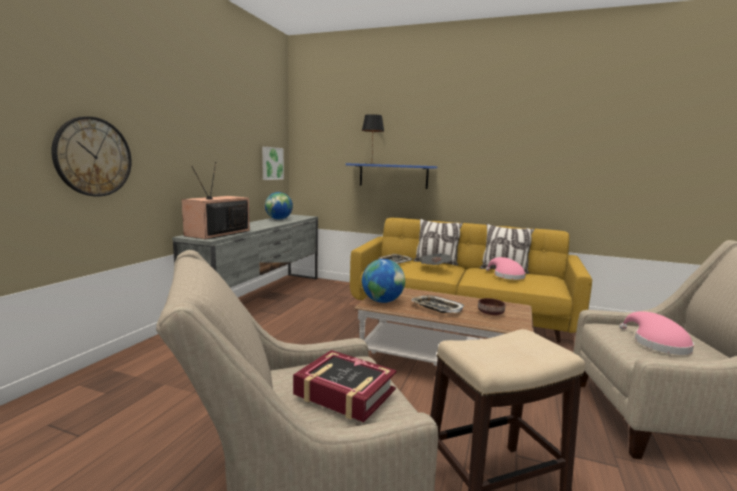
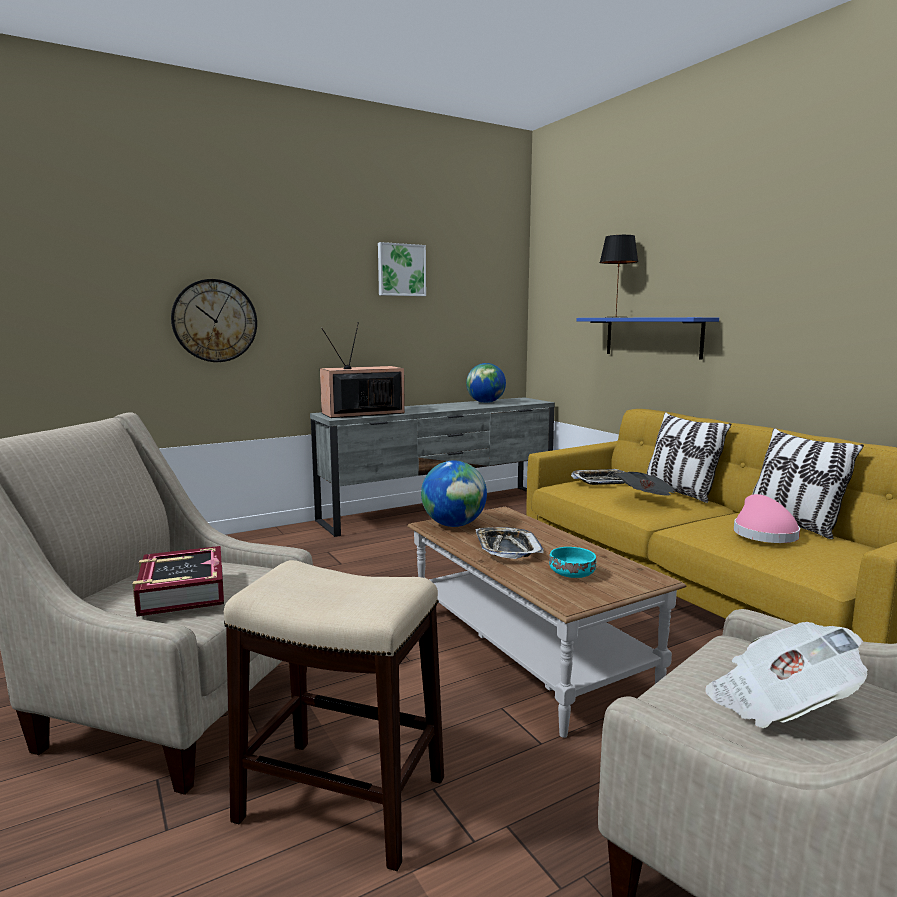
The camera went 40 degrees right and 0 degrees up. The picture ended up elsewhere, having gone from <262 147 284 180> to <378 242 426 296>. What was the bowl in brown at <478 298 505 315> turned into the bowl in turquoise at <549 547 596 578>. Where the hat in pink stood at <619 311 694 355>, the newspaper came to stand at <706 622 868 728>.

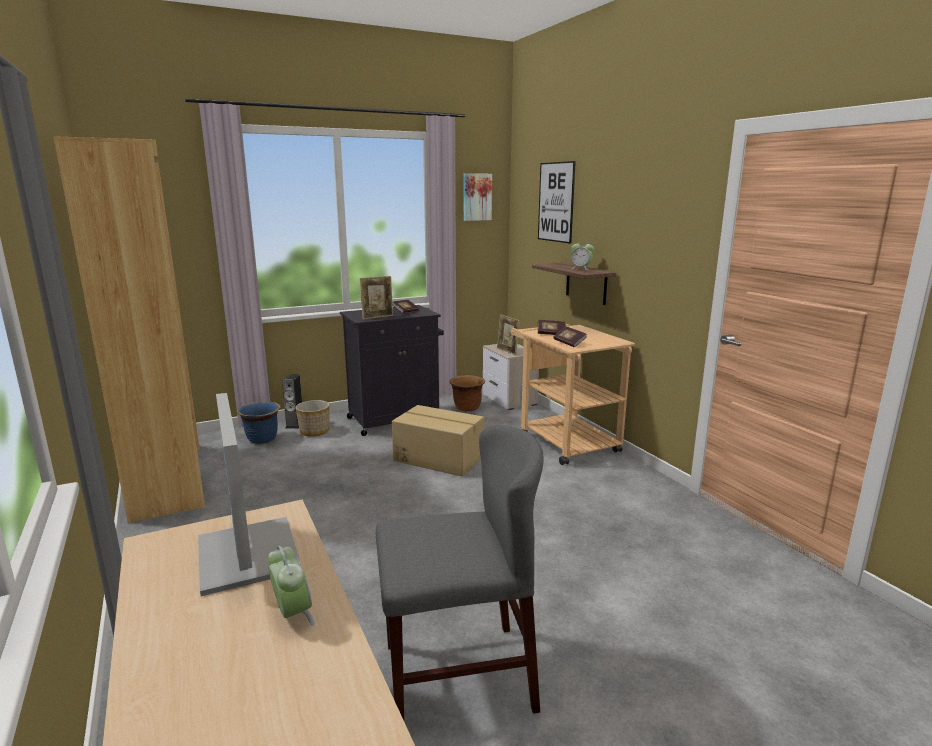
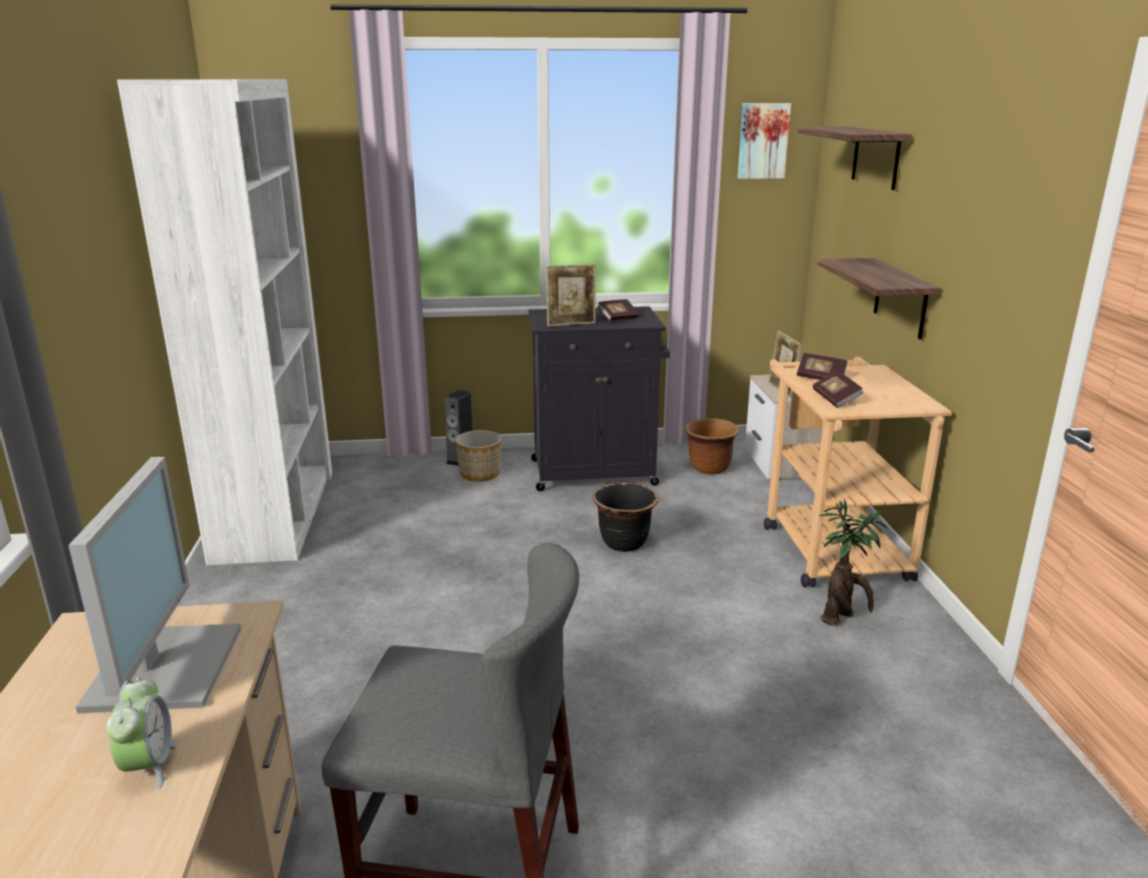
The camera went 20 degrees right and 5 degrees up. What was the bookcase in brown at <53 136 205 523> turned into the bookcase in white at <117 79 332 565>. The second view lost the planter in blue at <237 402 281 444>. Where the cardboard box stood at <392 405 485 476>, the planter in black came to stand at <593 483 659 552>. Where the picture hung at <538 161 576 244>, the shelf came to hang at <798 127 912 190>. The second view lost the alarm clock at <571 242 594 270>. The second view gained the potted plant at <819 498 887 626>.

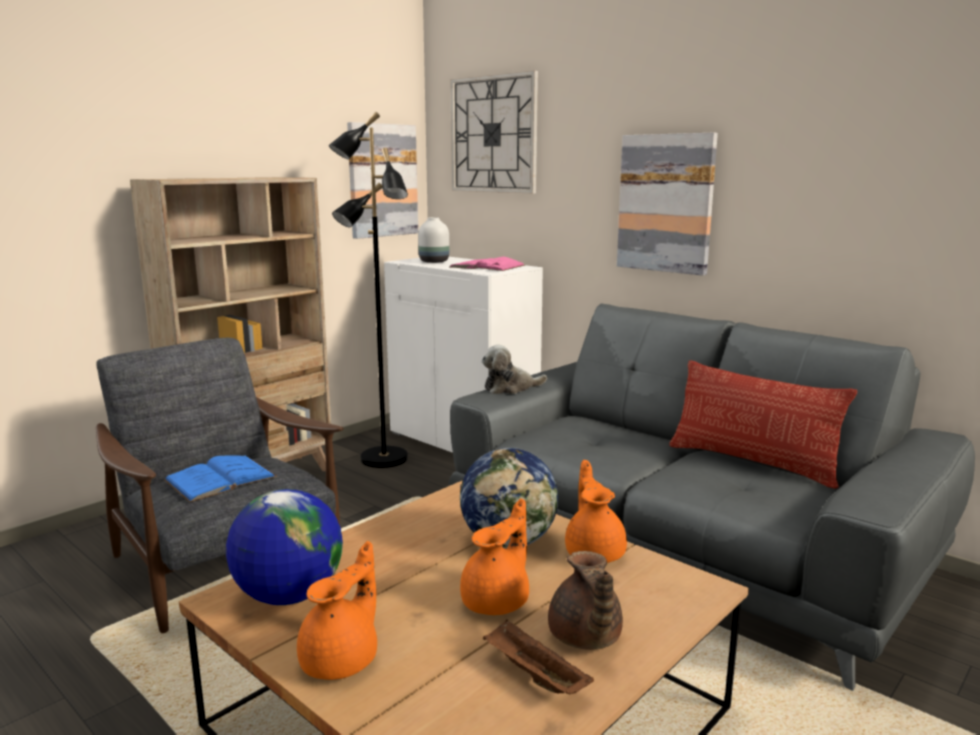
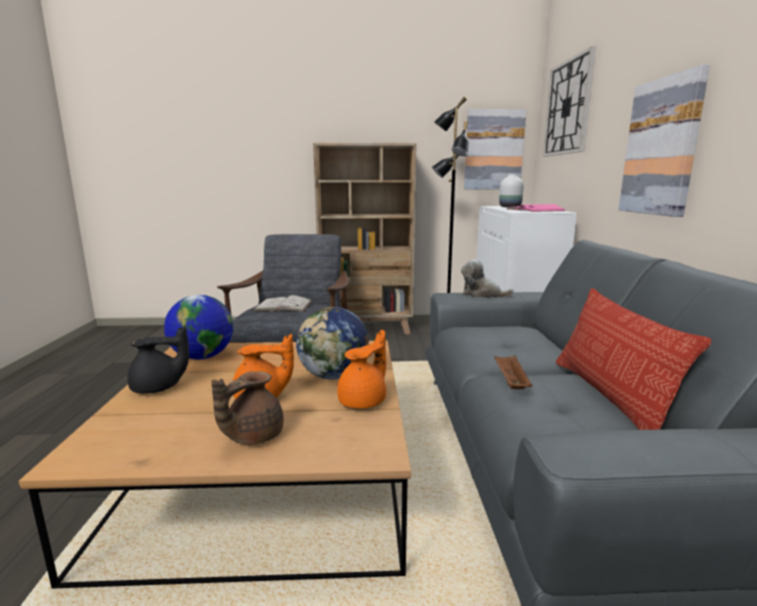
The camera went 45 degrees right and 0 degrees up. What was the book in blue at <164 455 277 502> turned into the book in white at <253 295 311 311>. What was the teapot in orange at <297 541 377 680> turned into the teapot in black at <127 326 189 393>. The tray in brown ended up elsewhere, having gone from <483 619 594 694> to <494 356 532 389>.

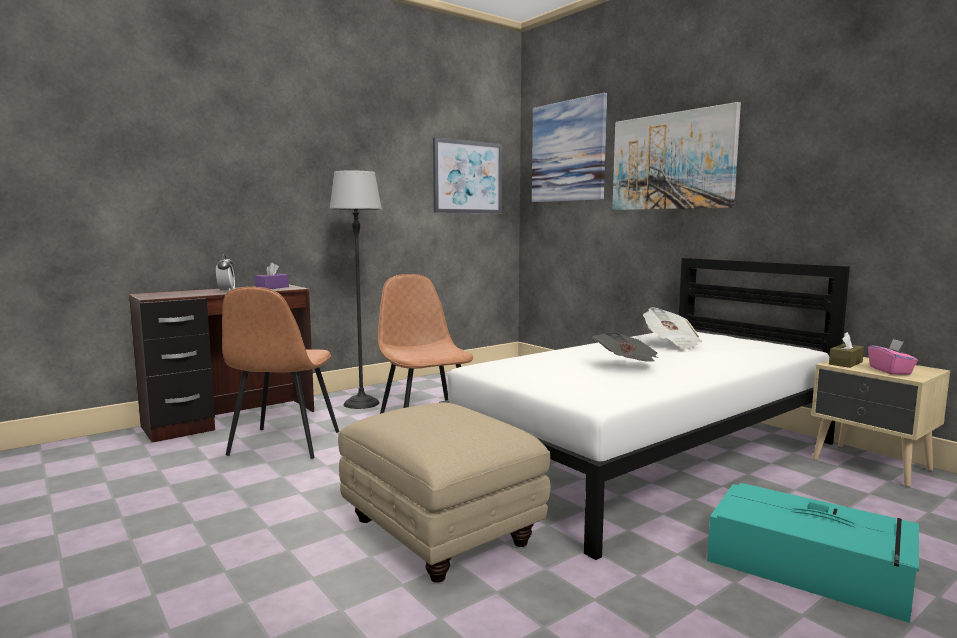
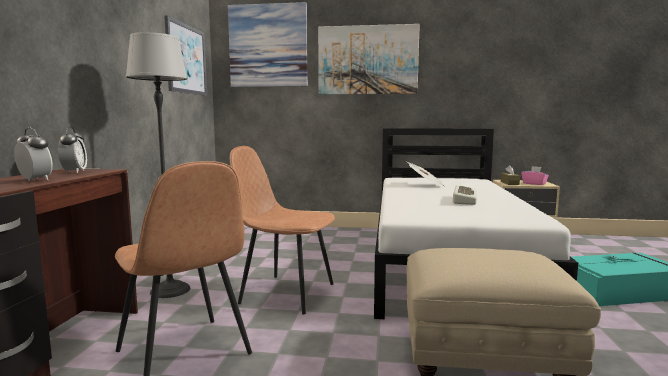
The camera went 45 degrees left and 0 degrees up. Where the tissue box in purple stood at <254 263 289 289>, the alarm clock came to stand at <58 126 87 173>. Where the newspaper stood at <592 333 658 362>, the keyboard came to stand at <453 185 477 205>.

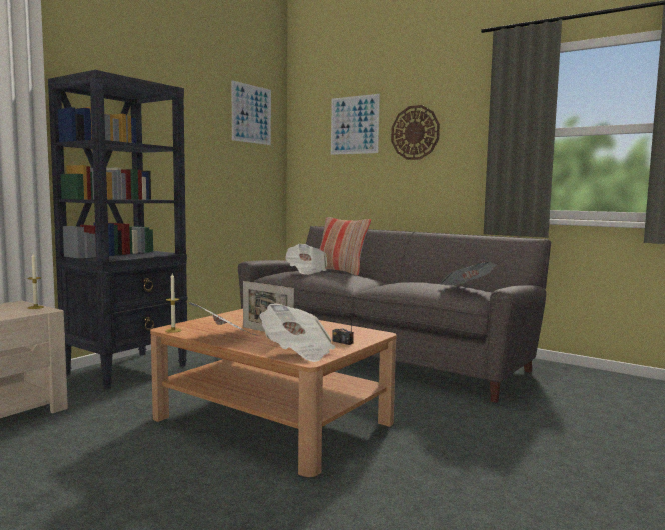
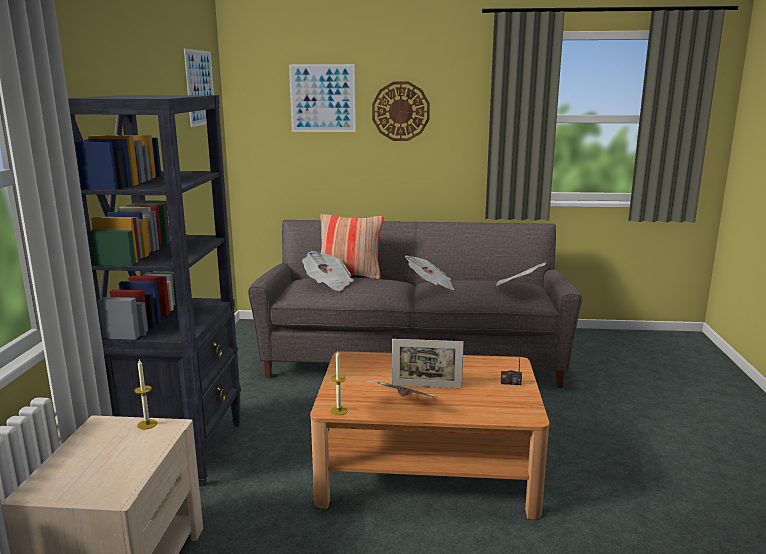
The camera went 30 degrees left and 10 degrees up. The newspaper ended up elsewhere, having gone from <259 303 335 362> to <405 256 454 290>.

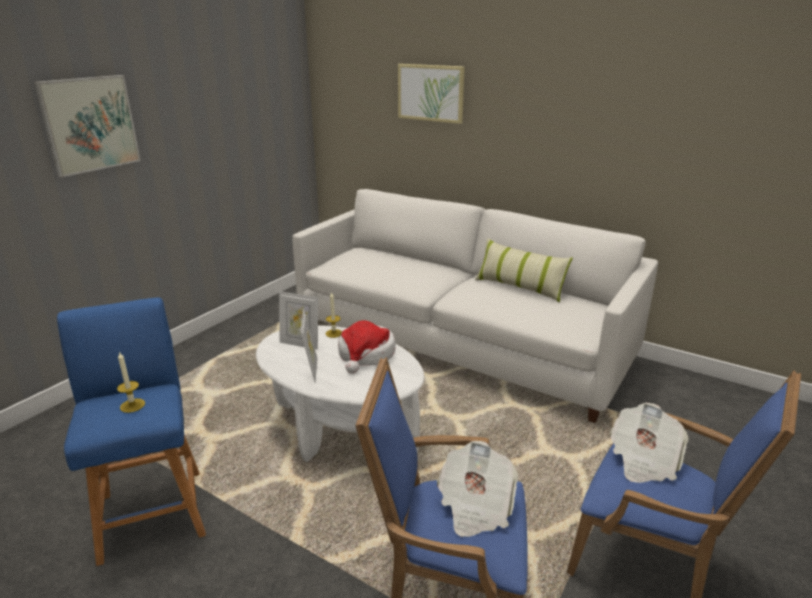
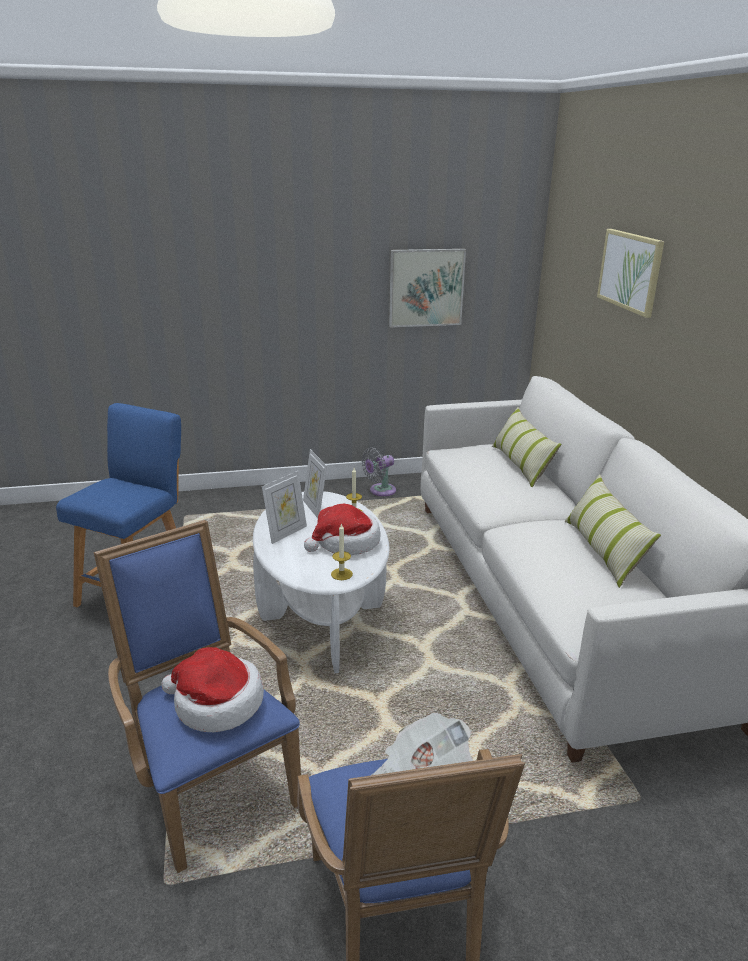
The camera went 45 degrees right and 0 degrees up. The picture ended up elsewhere, having gone from <34 75 141 177> to <389 249 466 327>. The candle ended up elsewhere, having gone from <117 351 145 413> to <331 523 353 580>. Where the newspaper stood at <437 441 518 537>, the hat came to stand at <161 647 264 732>. The second view gained the fan in grey at <362 447 396 496>. The second view gained the pillow at <492 407 562 487>.

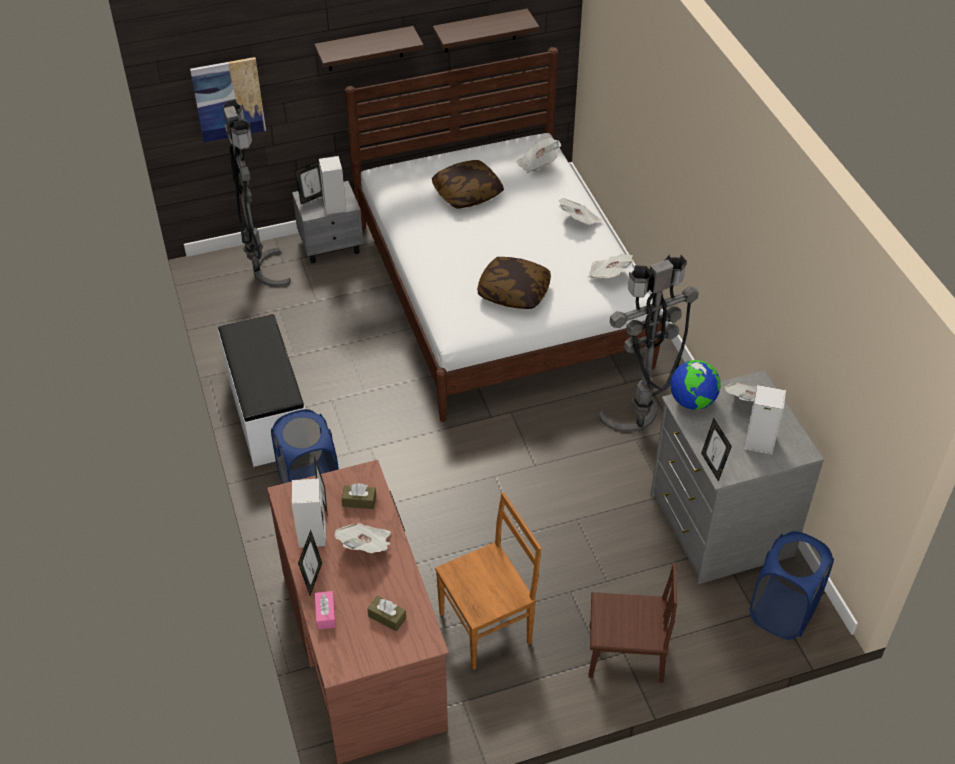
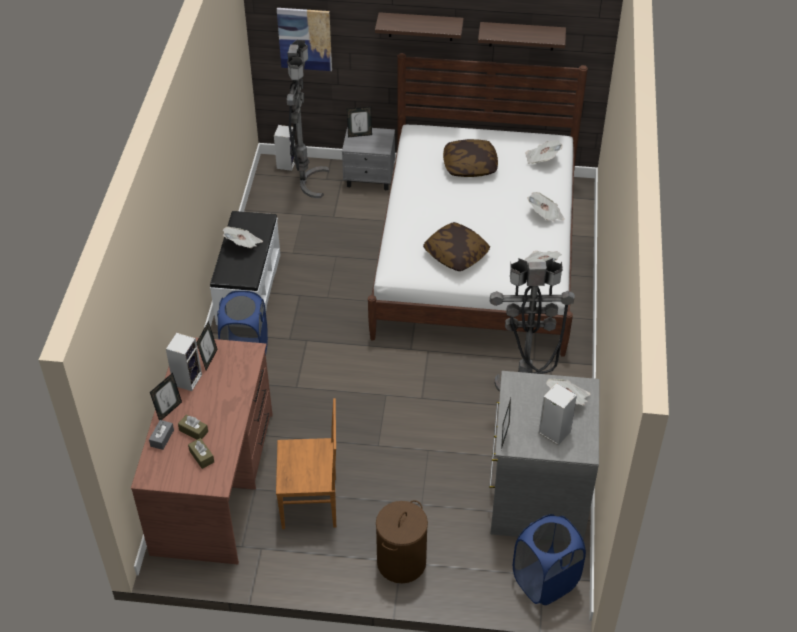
The camera went 25 degrees right and 0 degrees up. What was the tissue box in pink at <315 591 336 630> turned into the tissue box in grey at <149 420 174 450>. The speaker ended up elsewhere, having gone from <319 156 346 214> to <274 125 295 171>. The newspaper ended up elsewhere, having gone from <335 523 391 553> to <223 227 263 248>. The tissue box in brown ended up elsewhere, having gone from <342 483 376 509> to <178 414 208 439>. Where the chair in brown stood at <588 563 677 683>, the laundry basket in brown came to stand at <376 500 428 583>. The second view lost the globe at <670 360 721 410>.

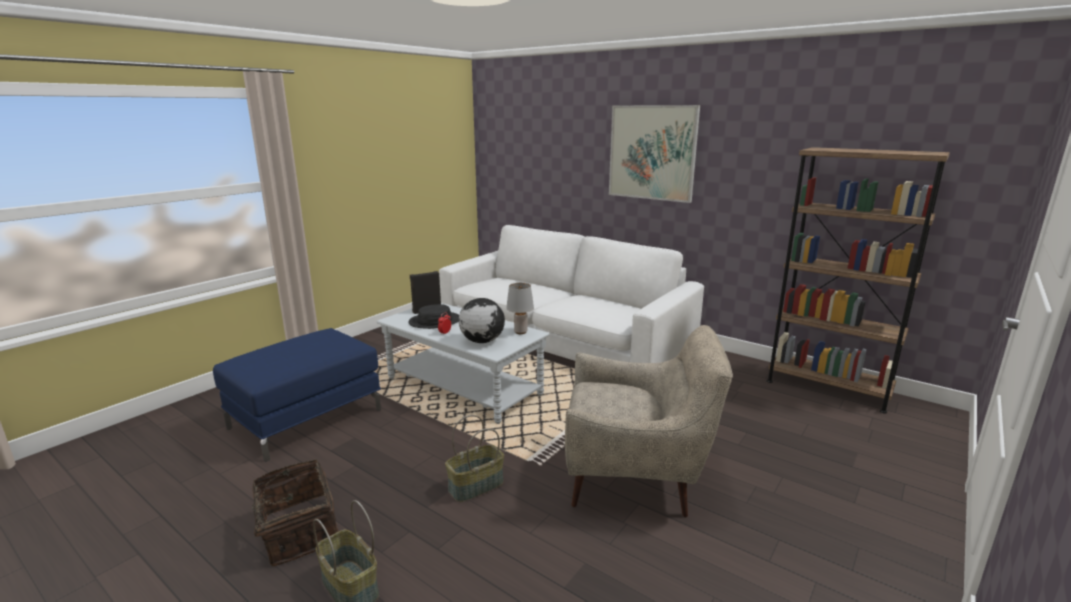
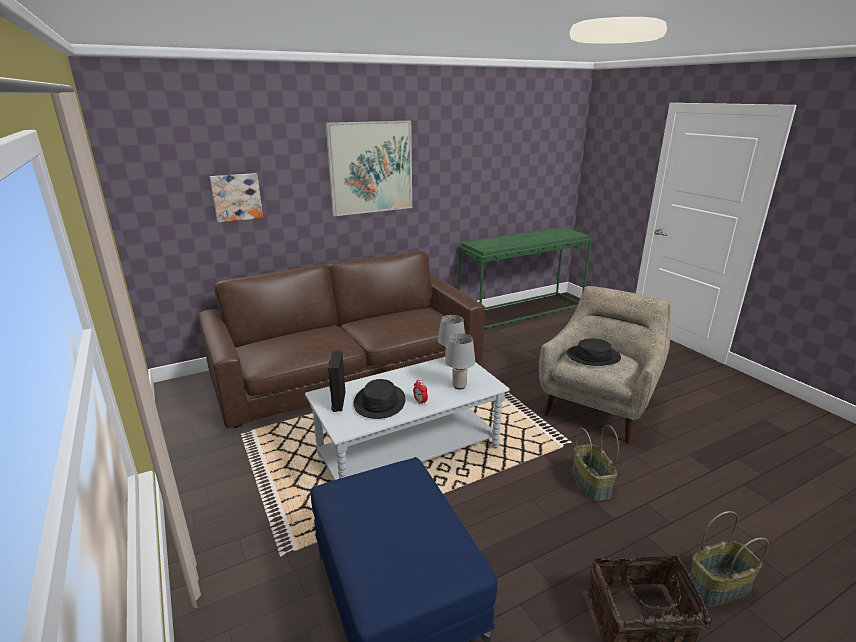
The camera went 65 degrees left and 5 degrees up. What was the sofa in white at <439 225 704 363> turned into the sofa in brown at <198 251 485 428>. Where the globe stood at <458 298 505 343>, the table lamp in grey came to stand at <445 333 475 389>. Where the bookcase in brown stood at <767 147 950 414>, the console table in green came to stand at <457 227 592 329>. The second view gained the picture at <210 173 263 223>. The second view gained the hat in black at <566 339 621 366>.

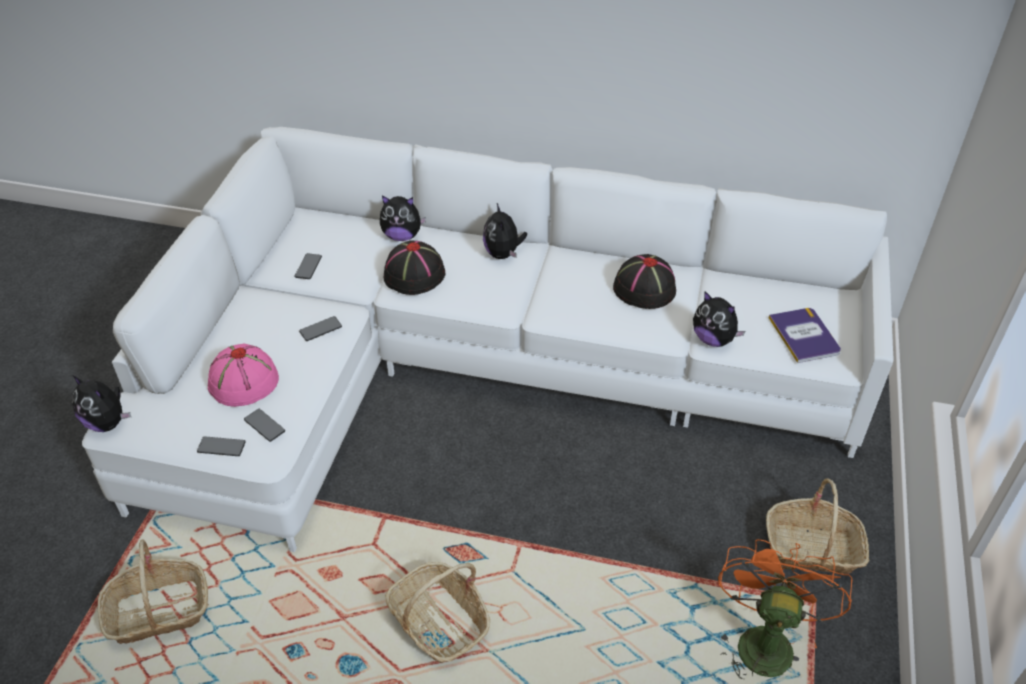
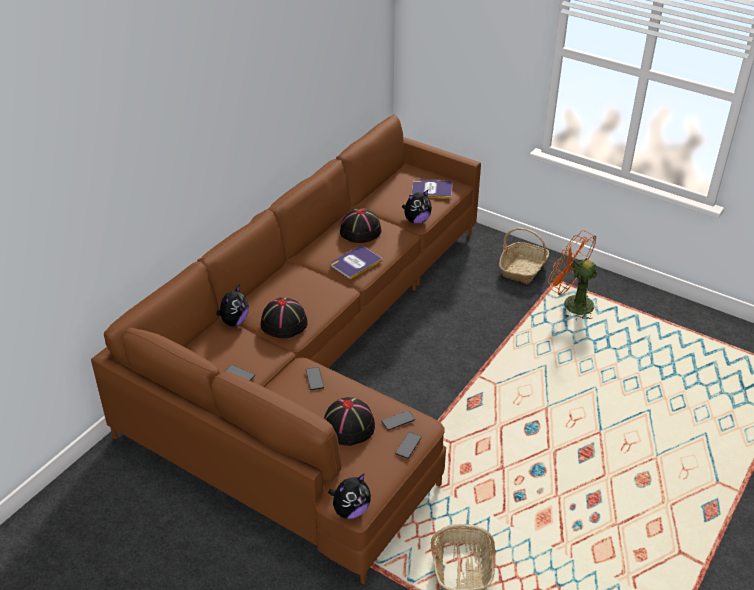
The camera went 70 degrees left and 5 degrees down. What was the sofa in white at <82 127 894 553> turned into the sofa in brown at <91 114 481 584>. What was the hat in pink at <208 343 279 407> turned into the hat in black at <324 397 375 446>. The second view lost the basket at <385 562 490 663>. The second view lost the plush toy at <483 203 527 259>. The second view gained the book at <331 246 383 279>.

